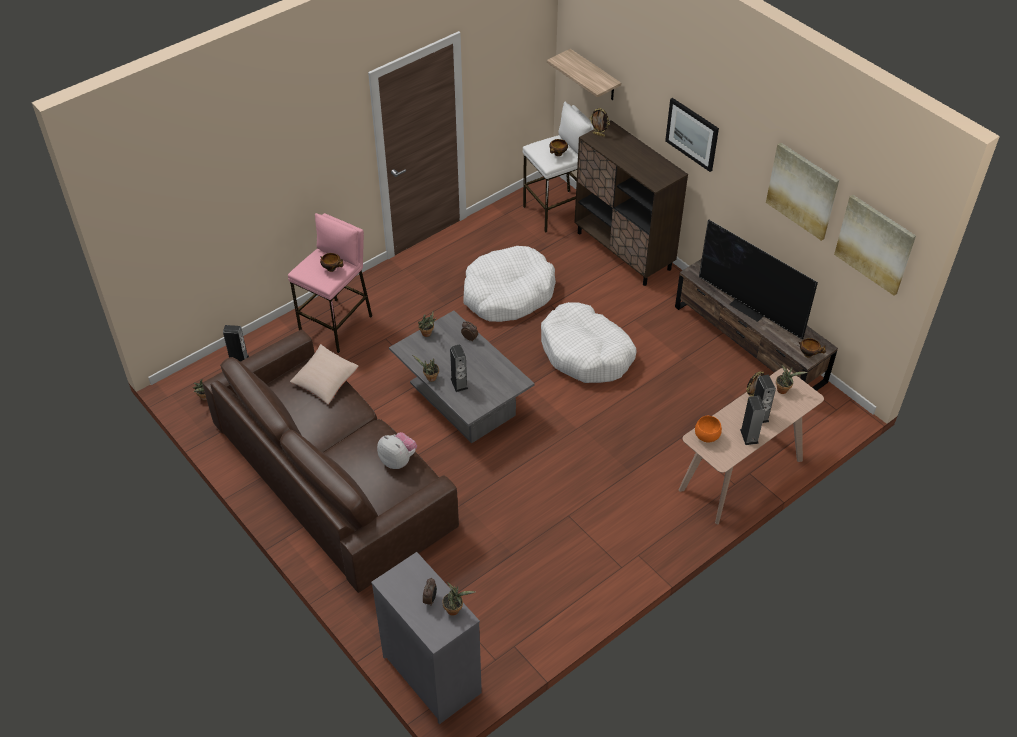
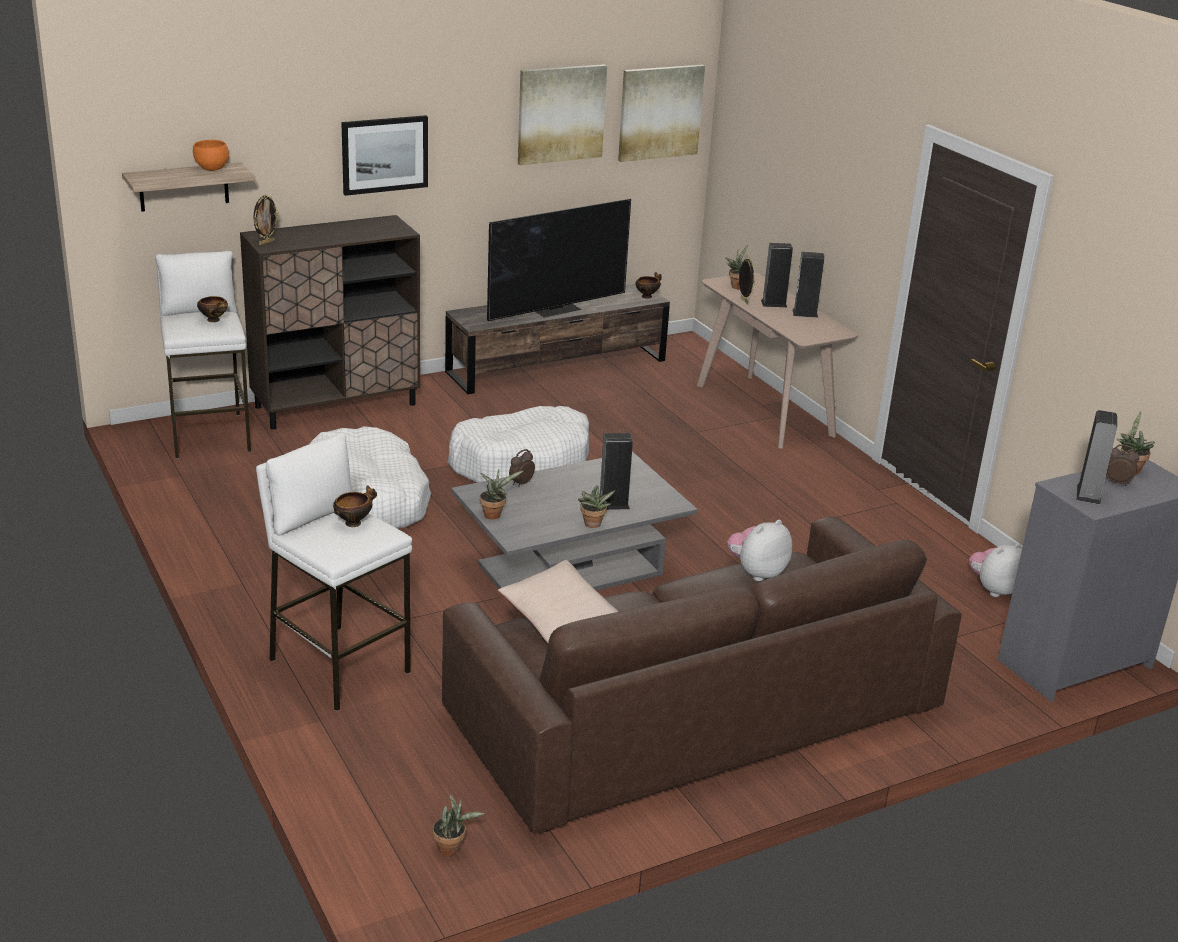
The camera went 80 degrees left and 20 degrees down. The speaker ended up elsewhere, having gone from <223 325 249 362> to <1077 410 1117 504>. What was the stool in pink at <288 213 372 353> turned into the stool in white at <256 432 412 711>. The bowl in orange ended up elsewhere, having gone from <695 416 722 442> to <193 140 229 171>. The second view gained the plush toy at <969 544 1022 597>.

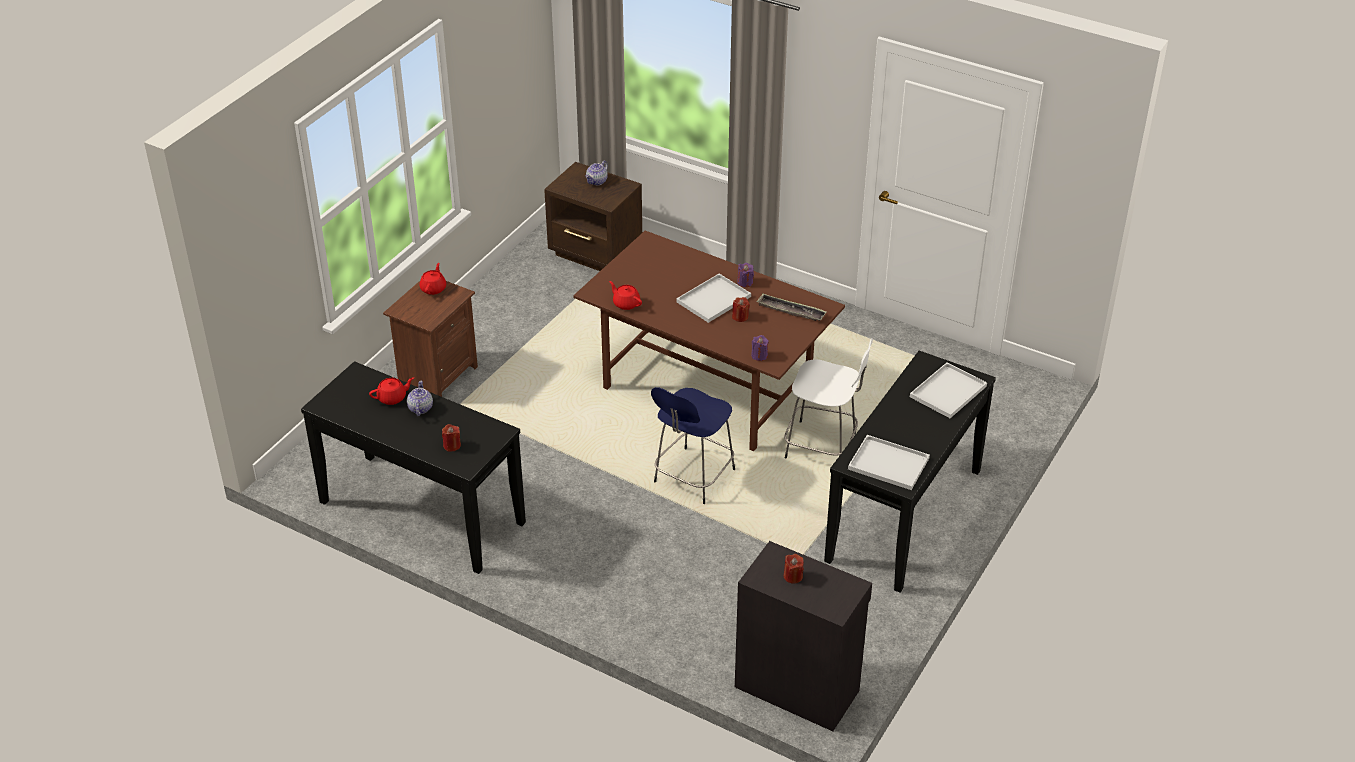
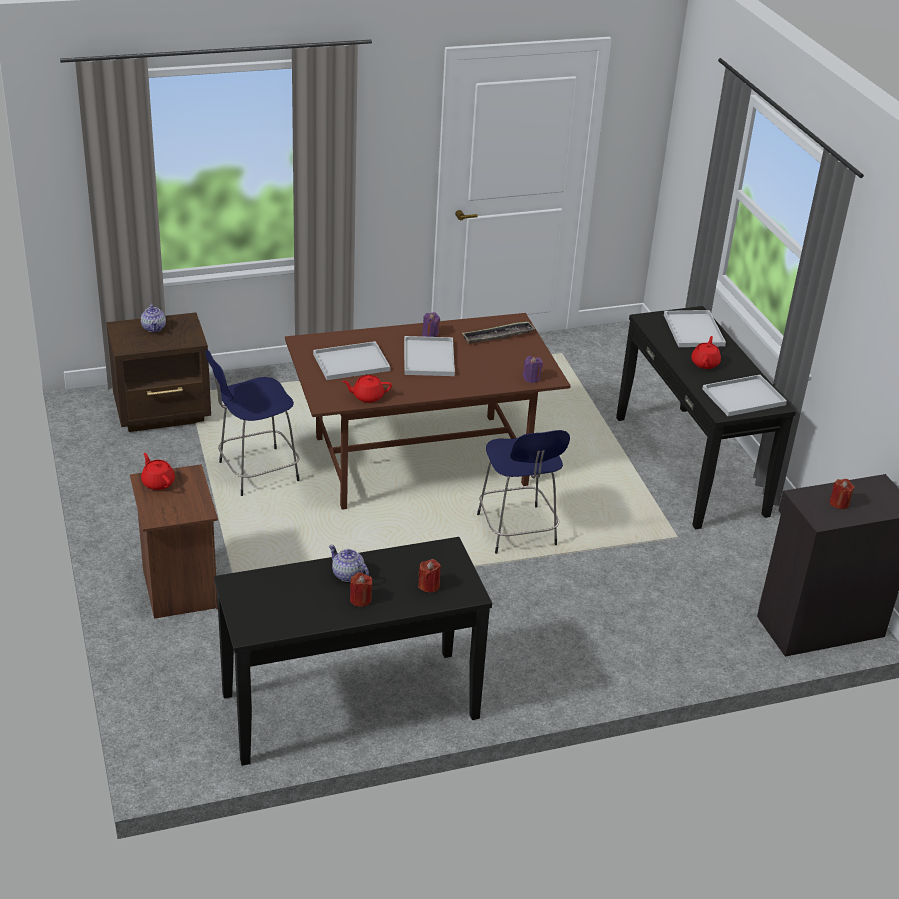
The camera went 50 degrees left and 5 degrees down. The teapot in red ended up elsewhere, having gone from <369 377 414 405> to <691 336 721 369>. The candle in red ended up elsewhere, having gone from <732 297 750 322> to <350 572 373 607>. The second view lost the stool in white at <784 338 873 459>. The second view gained the stool in blue at <206 350 300 496>. The second view gained the tray in white at <313 341 390 380>.

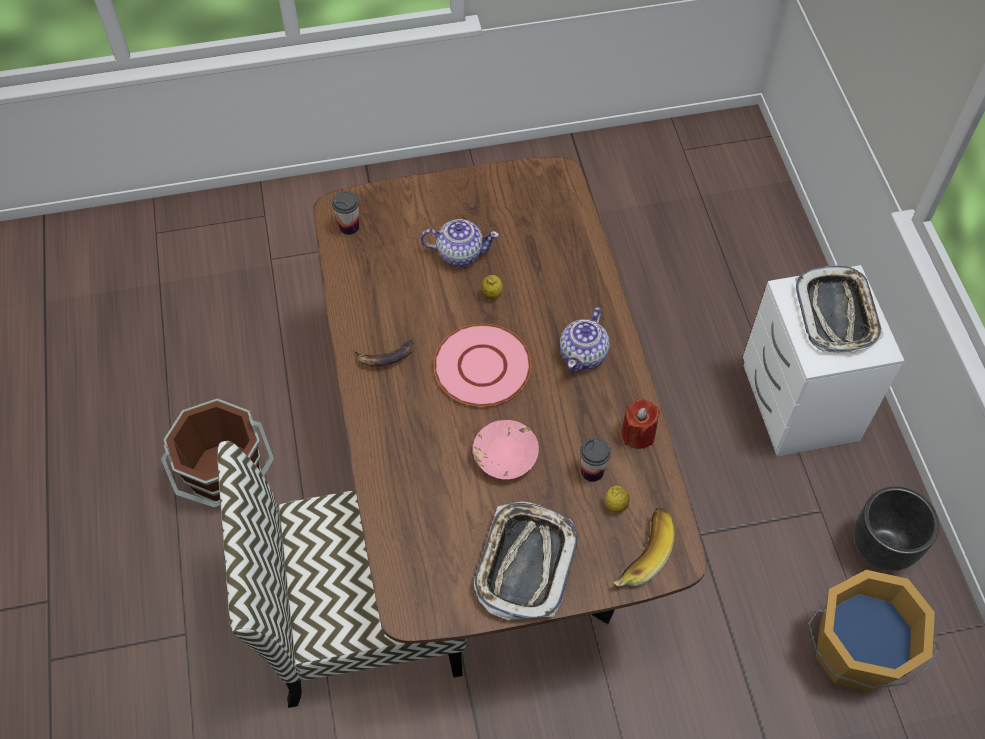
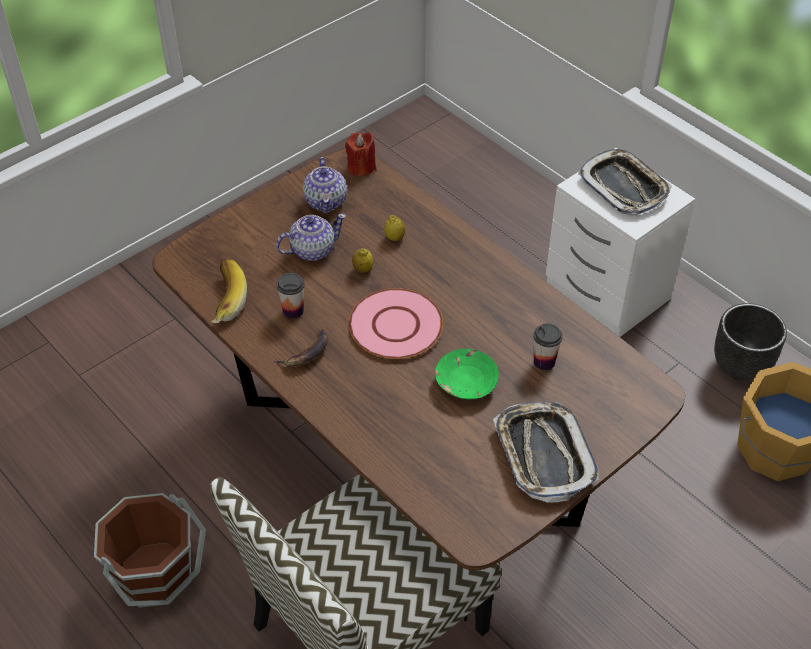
The camera went 30 degrees left and 10 degrees down. The cup ended up elsewhere, having gone from <332 191 359 235> to <277 273 305 319>. What was the bowl in pink at <473 420 539 480> turned into the bowl in green at <435 349 499 399>. The teapot ended up elsewhere, having gone from <560 307 610 373> to <303 157 347 213>. The lemon ended up elsewhere, having gone from <605 486 630 513> to <384 215 405 241>. The banana ended up elsewhere, having gone from <613 508 675 586> to <211 258 247 323>. The candle in red ended up elsewhere, having gone from <621 399 660 449> to <345 132 376 177>.

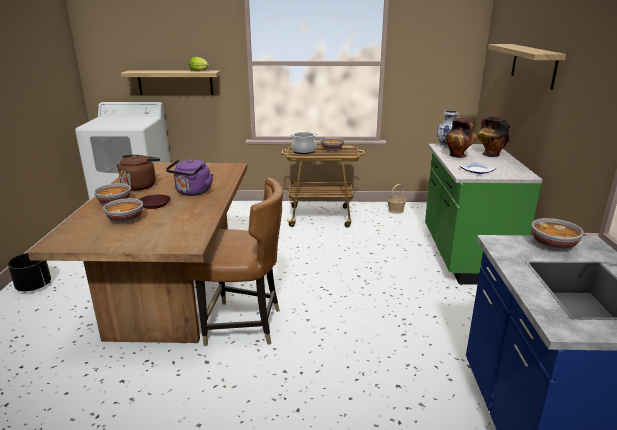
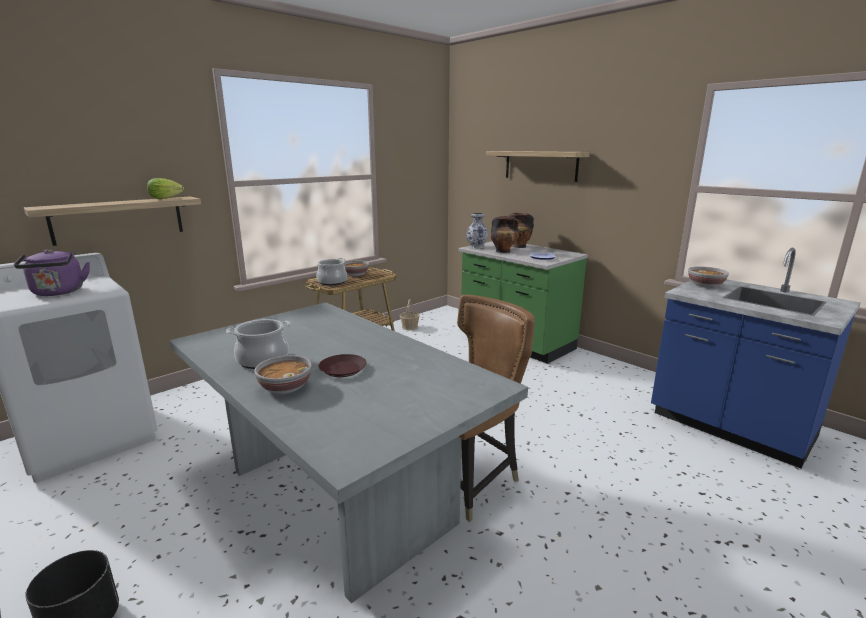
The camera went 45 degrees left and 5 degrees down. What was the dining table in brown at <28 163 247 343> turned into the dining table in grey at <169 302 528 603>. The second view lost the bowl at <103 198 143 224>. Where the kettle in brown stood at <116 155 160 191>, the cooking pot came to stand at <226 319 290 369>. The kettle in purple ended up elsewhere, having gone from <166 159 213 196> to <14 249 90 296>.

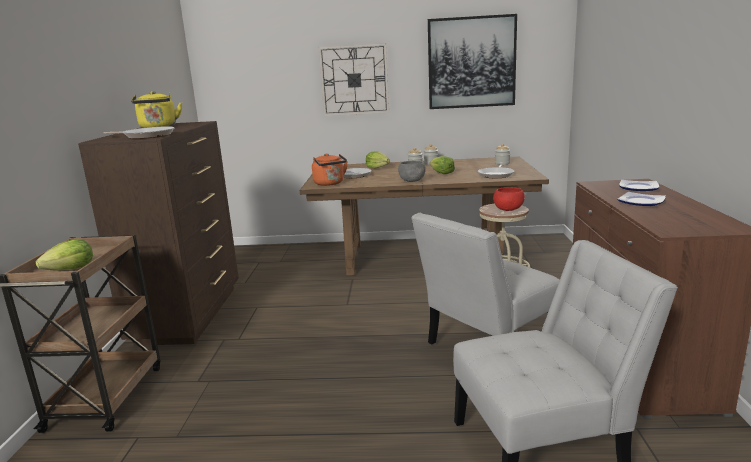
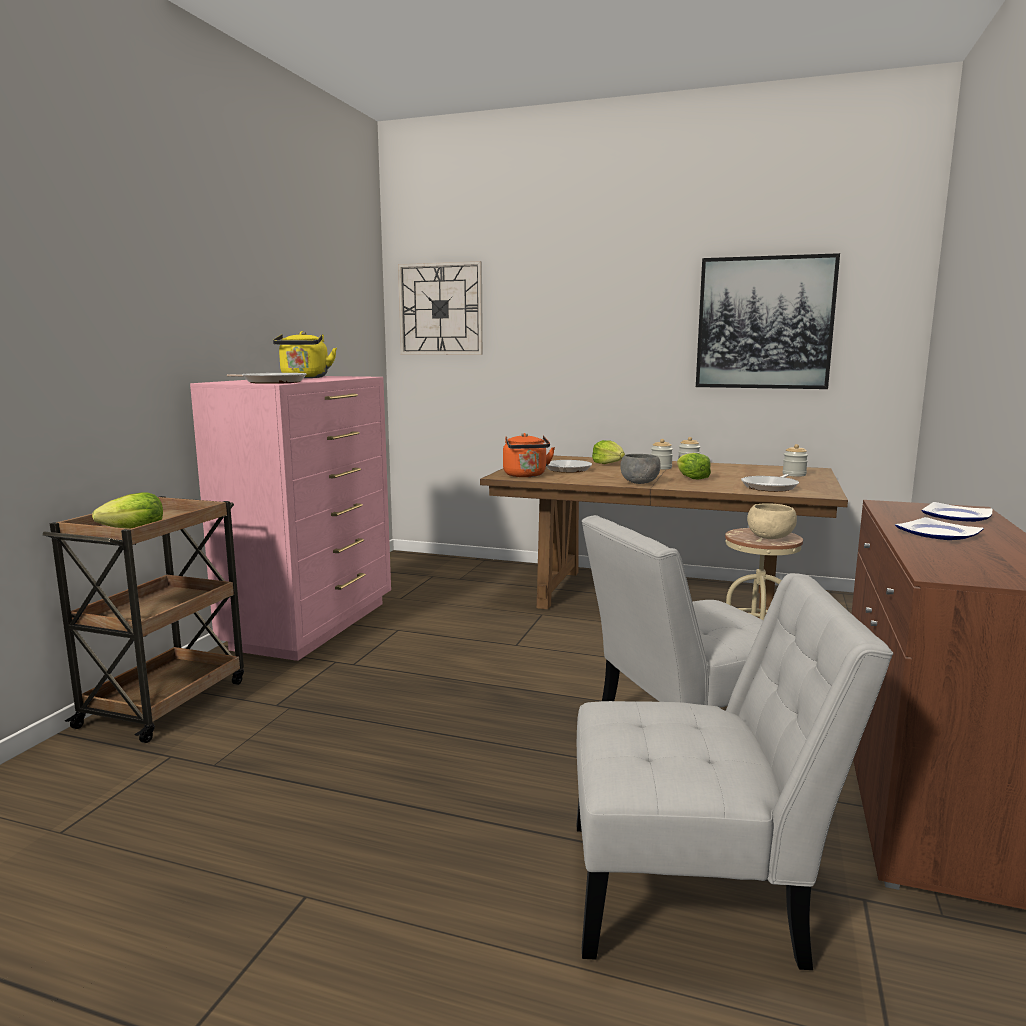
The camera went 15 degrees right and 5 degrees down. What was the dresser in brown at <78 121 239 346> turned into the dresser in pink at <190 376 391 661>. The wall clock ended up elsewhere, having gone from <318 43 389 116> to <398 261 483 355>. What was the bowl in red at <493 187 525 211> turned into the bowl in beige at <747 503 797 539>.

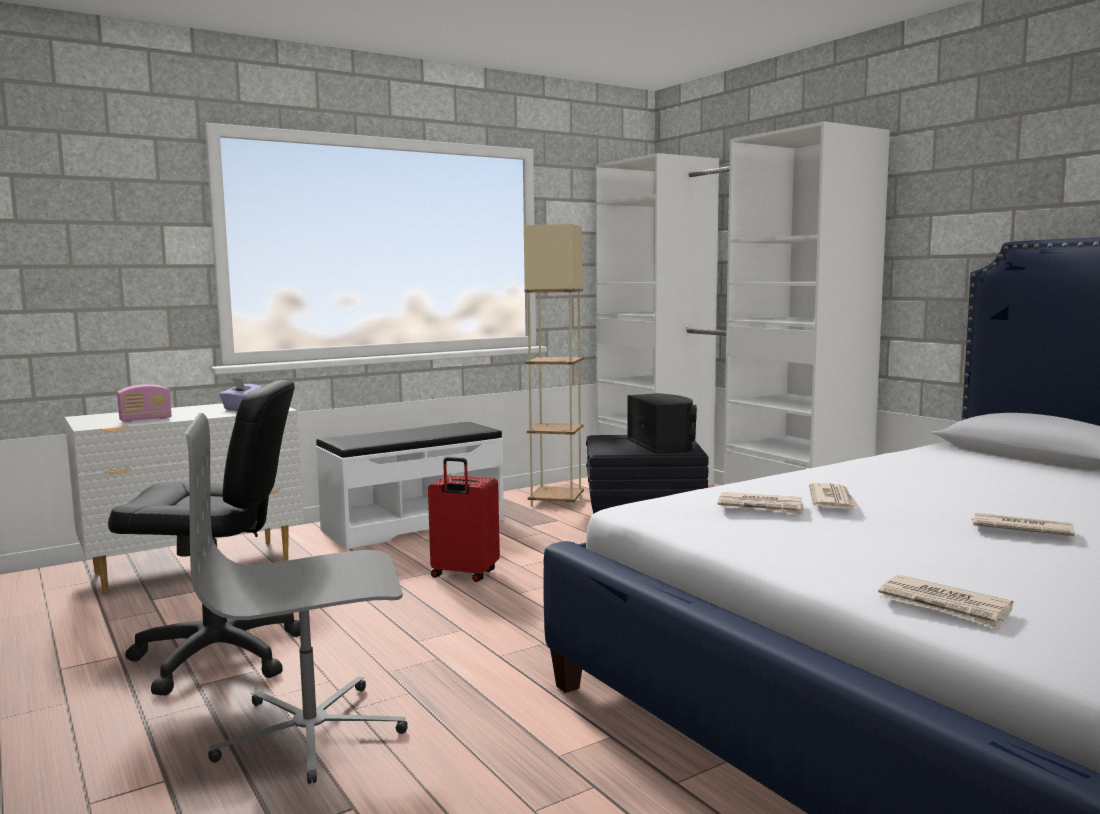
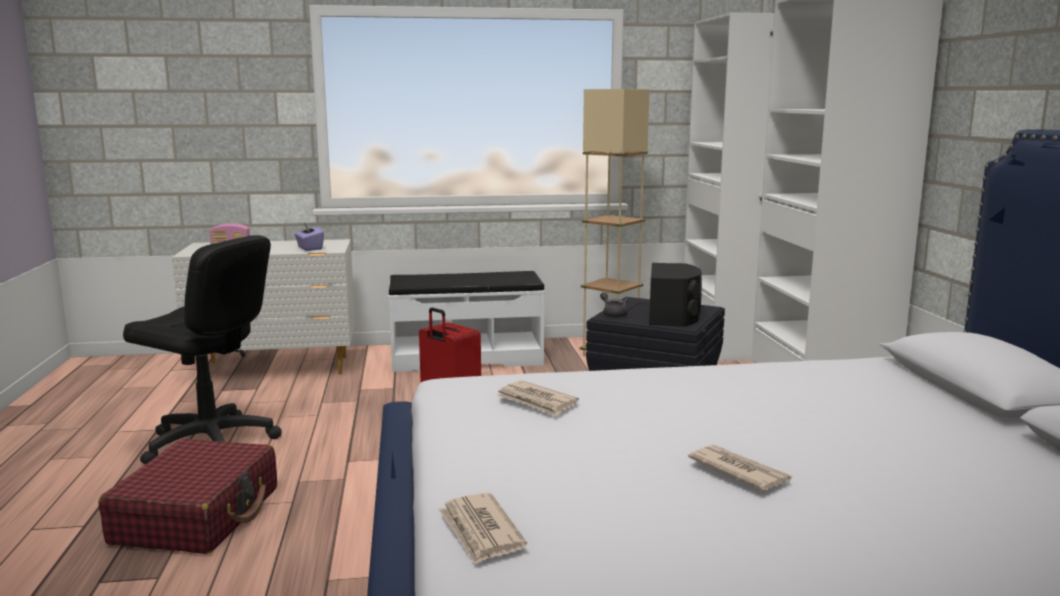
The camera went 25 degrees right and 5 degrees up. Where the office chair in grey stood at <184 413 408 784>, the suitcase in red came to stand at <99 439 277 554>. The second view lost the newspaper at <809 483 860 509>. The second view gained the teapot in grey at <600 292 628 317>.

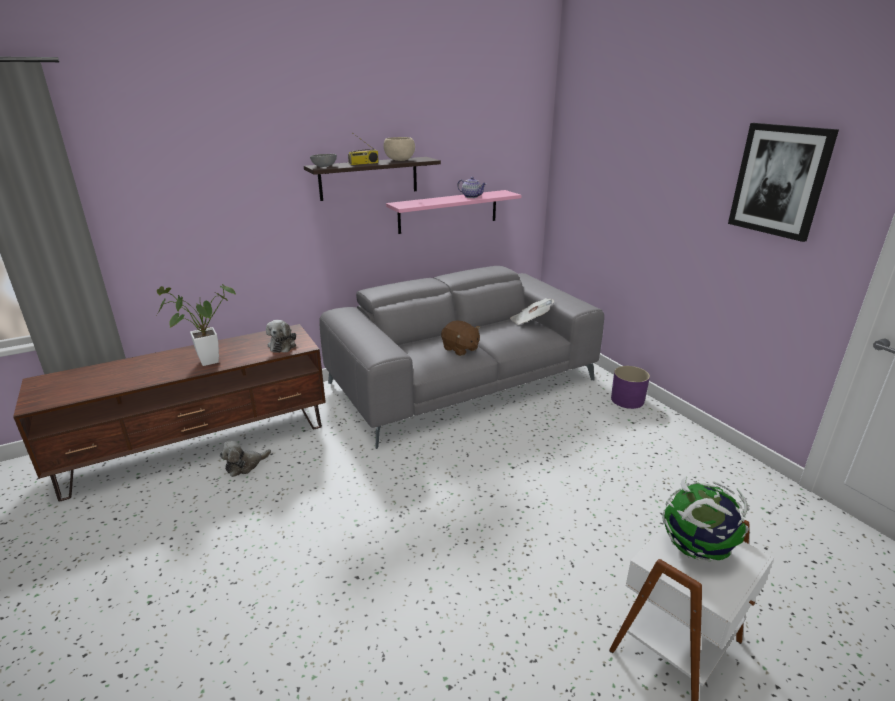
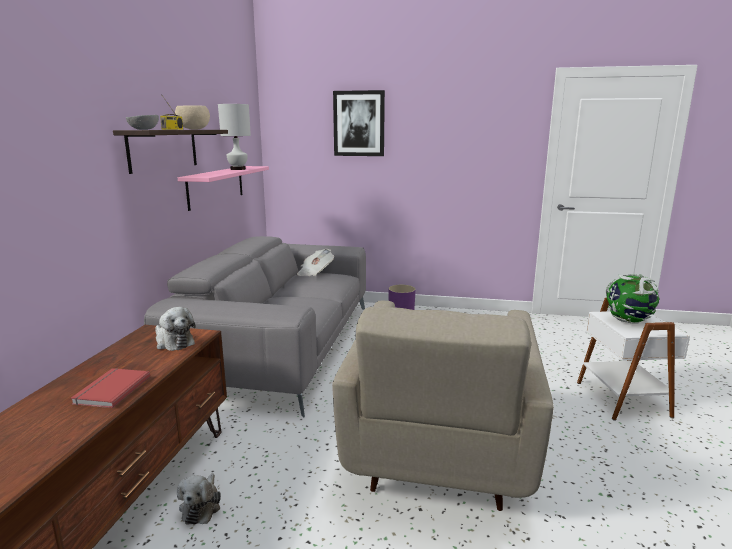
The camera went 50 degrees left and 10 degrees down. Where the potted plant stood at <157 284 236 366>, the book in red came to stand at <70 368 150 408>. The second view lost the plush toy in brown at <441 320 480 356>. Where the teapot stood at <457 177 487 198>, the table lamp in white came to stand at <218 104 251 170>. The picture ended up elsewhere, having gone from <728 123 839 242> to <333 90 385 156>. The second view gained the armchair in beige at <332 301 554 511>.

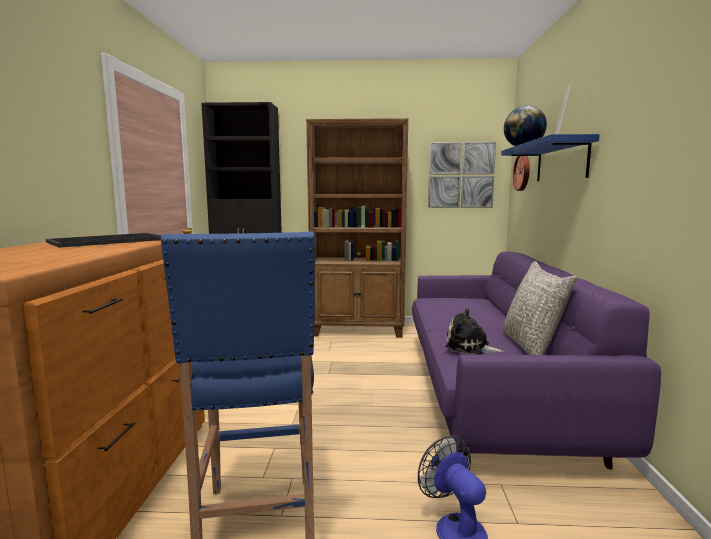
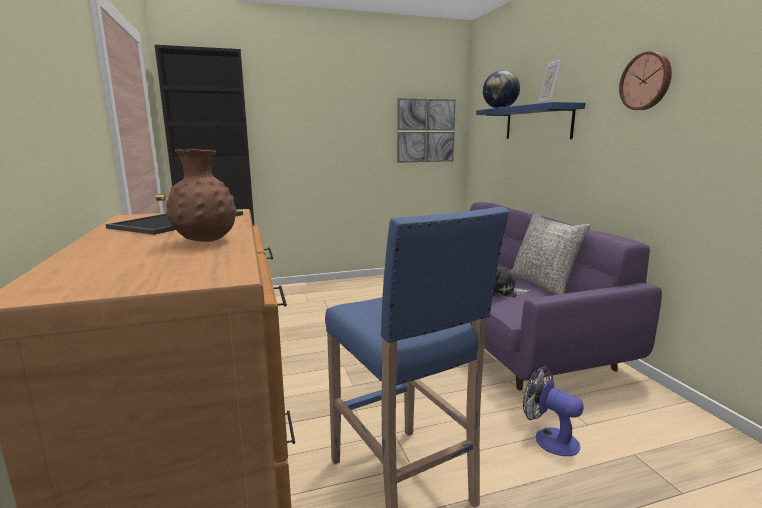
The camera went 20 degrees left and 5 degrees up. The second view lost the bookcase in brown at <306 118 408 337>. The wall clock ended up elsewhere, having gone from <513 156 530 191> to <619 51 672 110>. The second view gained the vase in brown at <166 149 236 242>.

